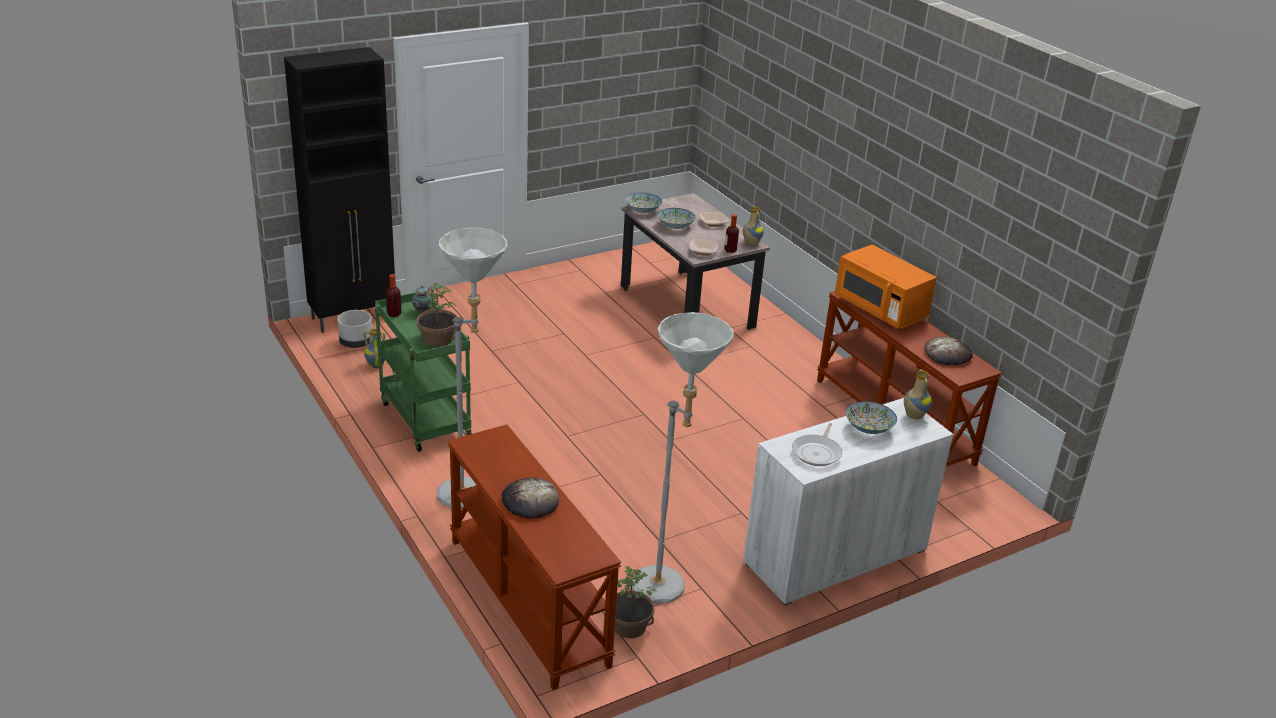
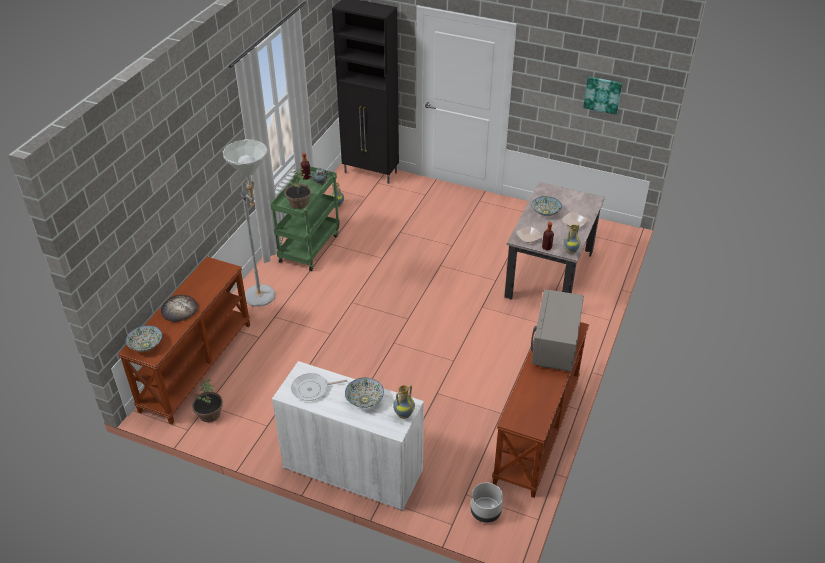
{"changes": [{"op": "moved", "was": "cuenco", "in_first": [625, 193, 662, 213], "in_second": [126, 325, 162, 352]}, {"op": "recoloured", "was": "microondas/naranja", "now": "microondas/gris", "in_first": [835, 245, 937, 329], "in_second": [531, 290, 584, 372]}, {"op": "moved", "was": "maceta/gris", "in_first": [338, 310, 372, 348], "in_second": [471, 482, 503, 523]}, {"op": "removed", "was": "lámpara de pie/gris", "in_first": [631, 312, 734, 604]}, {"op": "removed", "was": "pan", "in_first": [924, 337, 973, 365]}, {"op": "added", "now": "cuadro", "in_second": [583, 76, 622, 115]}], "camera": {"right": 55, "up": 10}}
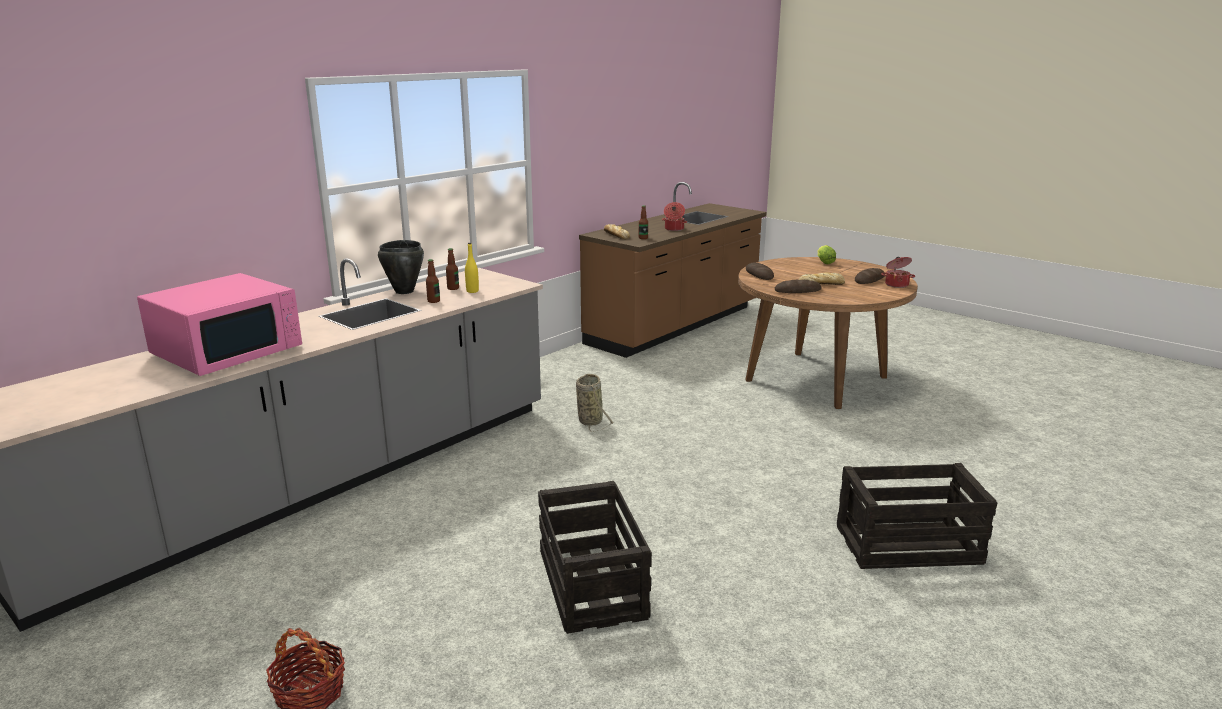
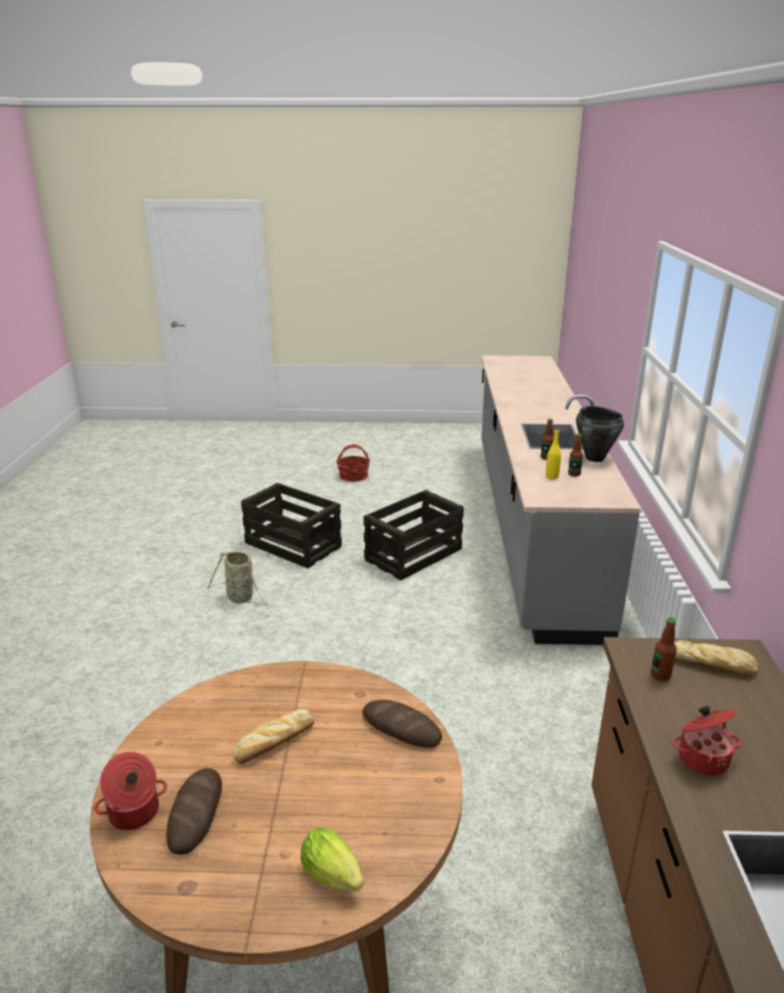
{"changes": [{"op": "removed", "was": "microondas/rosa", "in_first": [137, 273, 302, 376]}, {"op": "removed", "was": "pan", "in_first": [775, 280, 822, 293]}, {"op": "moved", "was": "cesta", "in_first": [576, 374, 614, 432], "in_second": [207, 551, 273, 608]}, {"op": "moved", "was": "caja de embalaje", "in_first": [837, 463, 998, 569], "in_second": [363, 490, 464, 581]}], "camera": {"right": 140, "up": 5}}
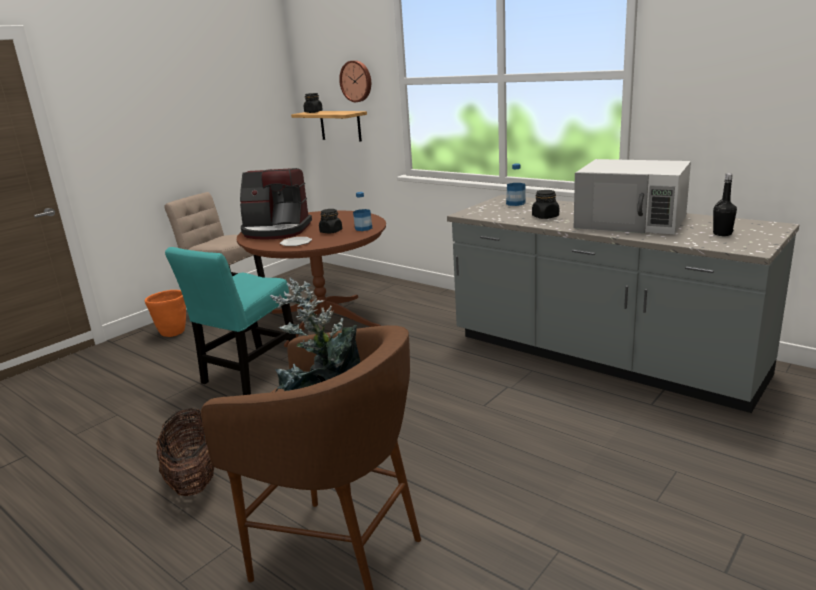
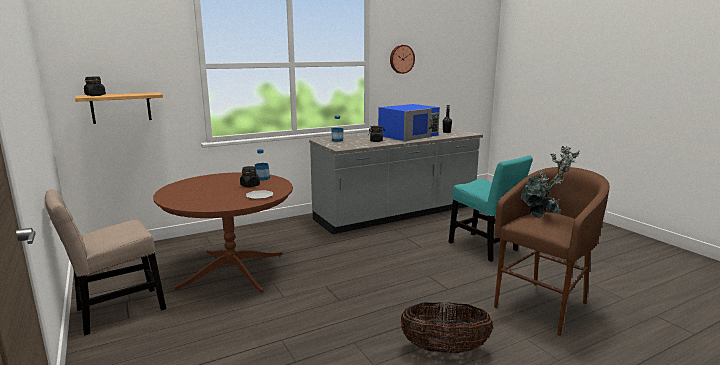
{"changes": [{"op": "moved", "was": "reloj de pared", "in_first": [339, 60, 371, 102], "in_second": [390, 45, 415, 74]}, {"op": "recoloured", "was": "microondas/blanco", "now": "microondas/azul", "in_first": [574, 159, 691, 234], "in_second": [378, 104, 440, 141]}, {"op": "removed", "was": "cafetera", "in_first": [240, 168, 312, 240]}, {"op": "moved", "was": "silla/turquesa", "in_first": [165, 247, 296, 395], "in_second": [449, 155, 533, 262]}, {"op": "removed", "was": "maceta/naranja", "in_first": [145, 290, 186, 337]}], "camera": {"right": -70, "up": -5}}
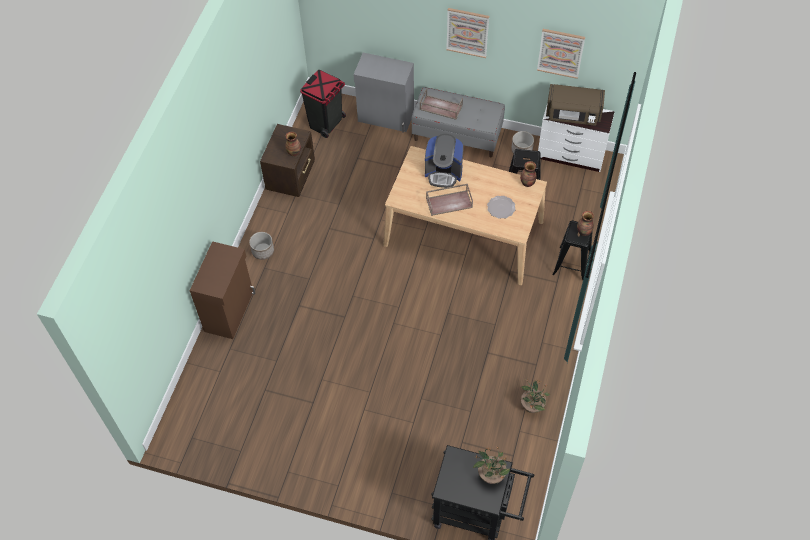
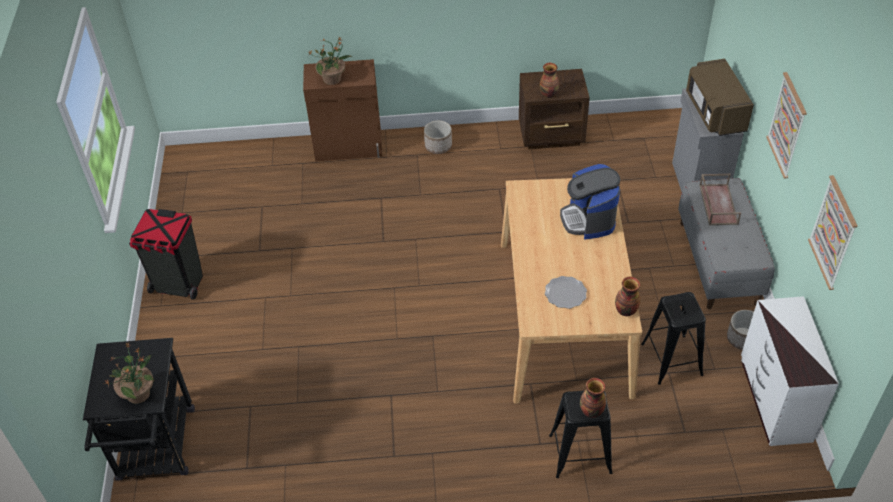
{"changes": [{"op": "moved", "was": "papelera/negro", "in_first": [300, 70, 346, 138], "in_second": [129, 209, 203, 300]}, {"op": "moved", "was": "microondas/marrón", "in_first": [546, 84, 605, 126], "in_second": [686, 59, 754, 136]}, {"op": "removed", "was": "bandeja/marrón", "in_first": [426, 184, 473, 216]}, {"op": "moved", "was": "planta en maceta", "in_first": [521, 379, 550, 413], "in_second": [308, 37, 352, 85]}], "camera": {"right": 70, "up": -10}}
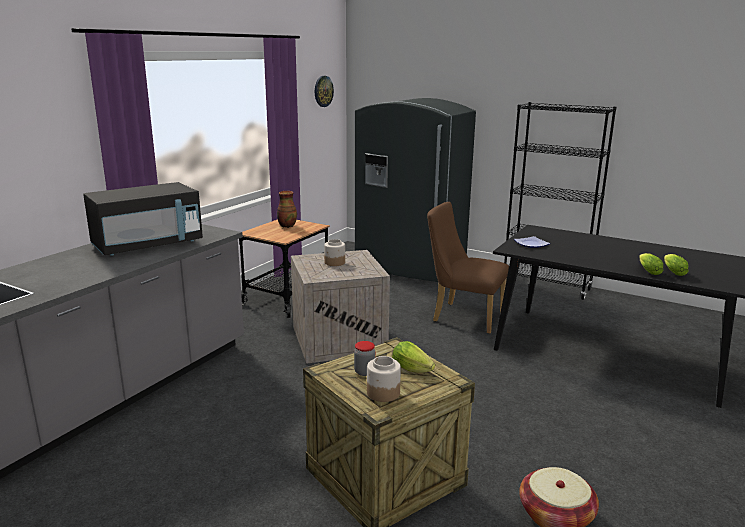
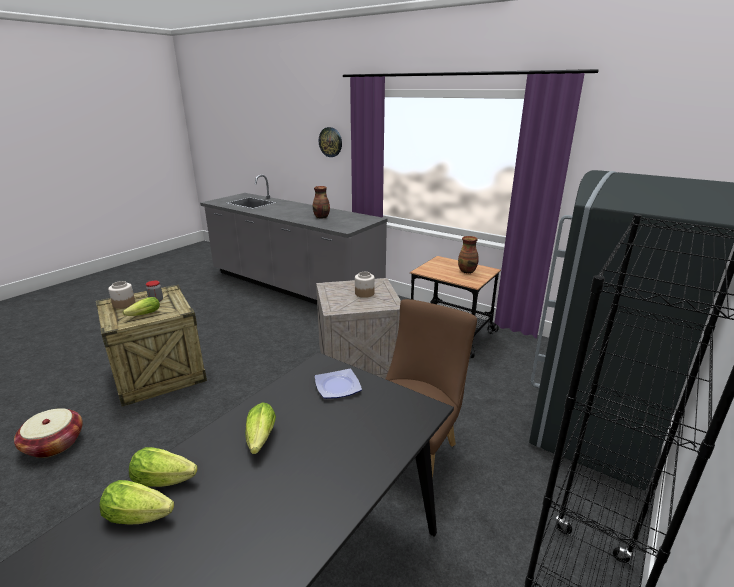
{"changes": [{"op": "moved", "was": "reloj de pared", "in_first": [315, 76, 334, 107], "in_second": [319, 127, 342, 157]}, {"op": "replaced", "was": "microondas/negro", "now": "florero", "in_first": [83, 182, 203, 256], "in_second": [313, 186, 330, 218]}, {"op": "added", "now": "lechuga", "in_second": [245, 402, 276, 454]}], "camera": {"right": 95, "up": 5}}
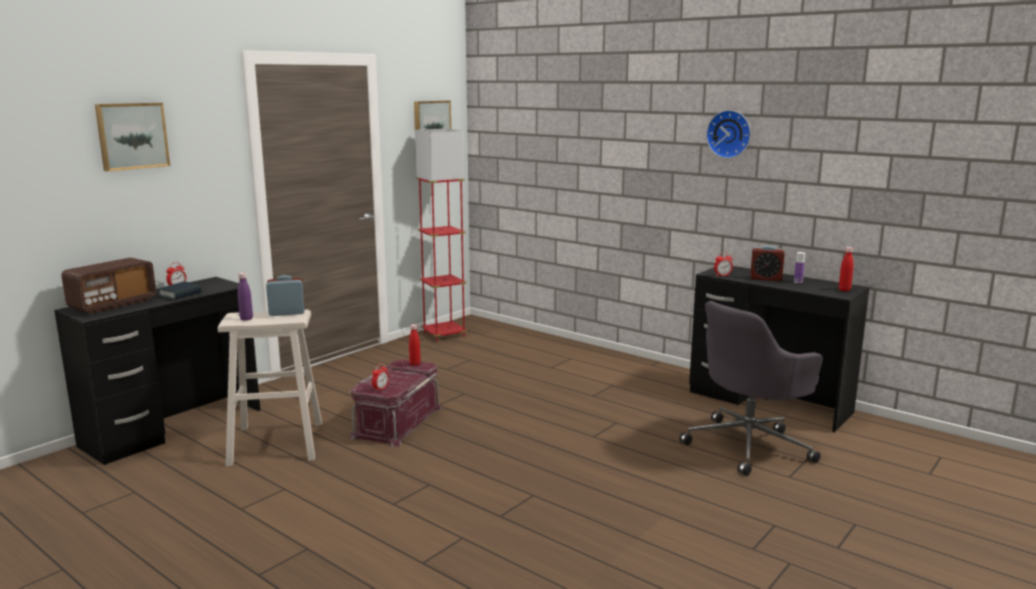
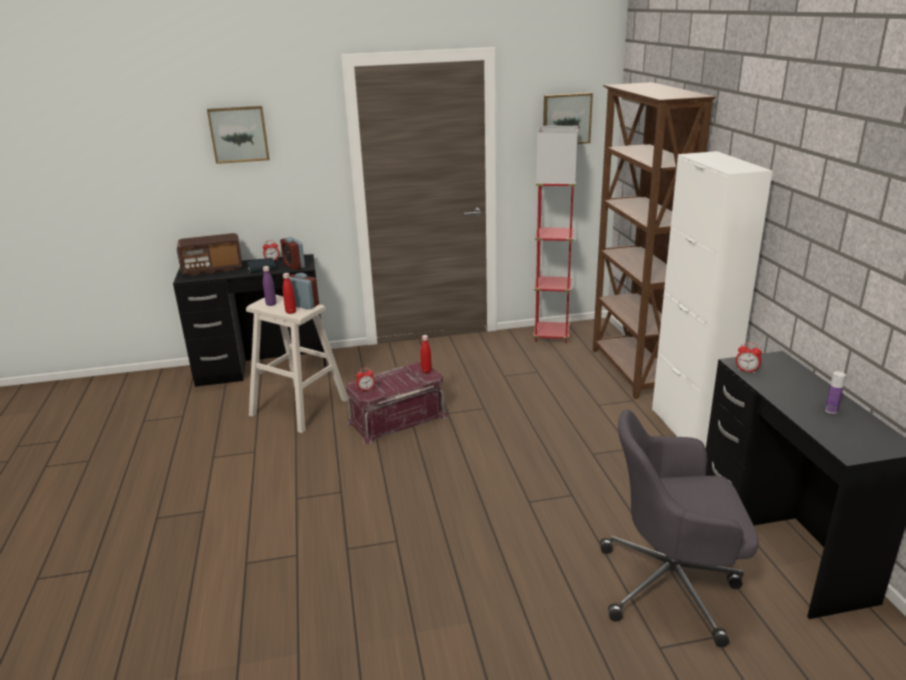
{"changes": [{"op": "removed", "was": "reloj de pared", "in_first": [706, 110, 751, 158]}, {"op": "moved", "was": "despertador", "in_first": [750, 246, 785, 281], "in_second": [280, 237, 305, 270]}, {"op": "moved", "was": "botella/rojo", "in_first": [839, 247, 853, 291], "in_second": [283, 273, 296, 314]}, {"op": "added", "now": "estantería/marrón", "in_second": [593, 82, 716, 399]}, {"op": "added", "now": "armario/blanco", "in_second": [652, 151, 773, 448]}], "camera": {"right": 40, "up": 10}}
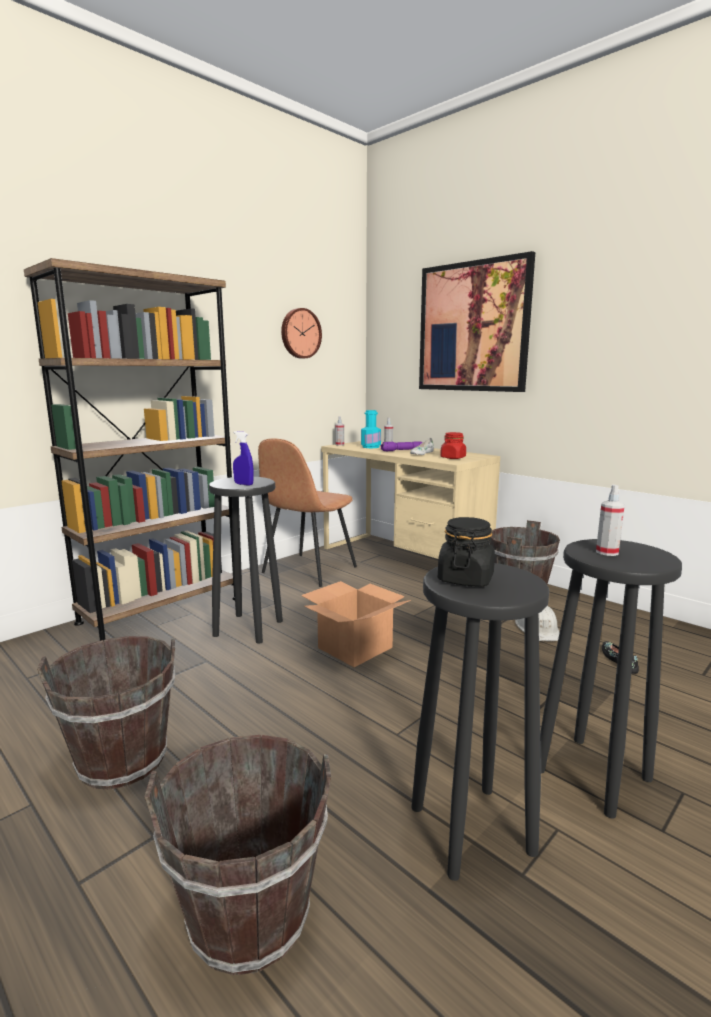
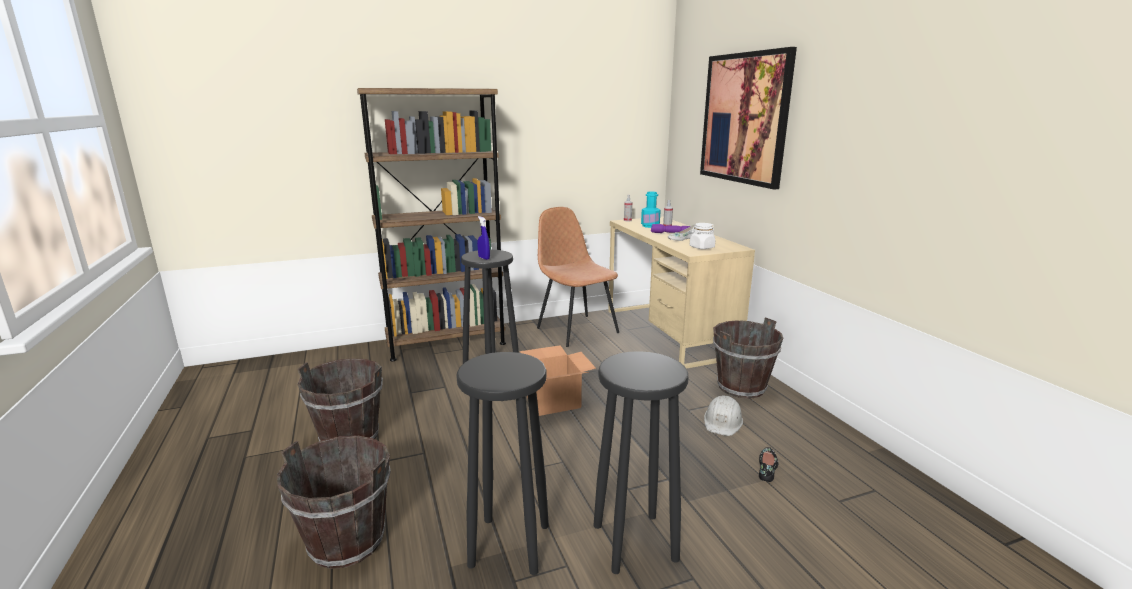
{"changes": [{"op": "removed", "was": "reloj de pared", "in_first": [281, 308, 322, 358]}, {"op": "recoloured", "was": "tarro/rojo", "now": "tarro/blanco", "in_first": [440, 432, 466, 459], "in_second": [690, 223, 715, 249]}, {"op": "turned", "was": "silla/marrón", "in_first": [258, 438, 357, 587], "in_second": [537, 207, 619, 347], "clockwise": 90}, {"op": "removed", "was": "pulverizador", "in_first": [596, 485, 625, 556]}, {"op": "removed", "was": "tarro/negro", "in_first": [438, 517, 495, 587]}], "camera": {"right": 25, "up": 5}}
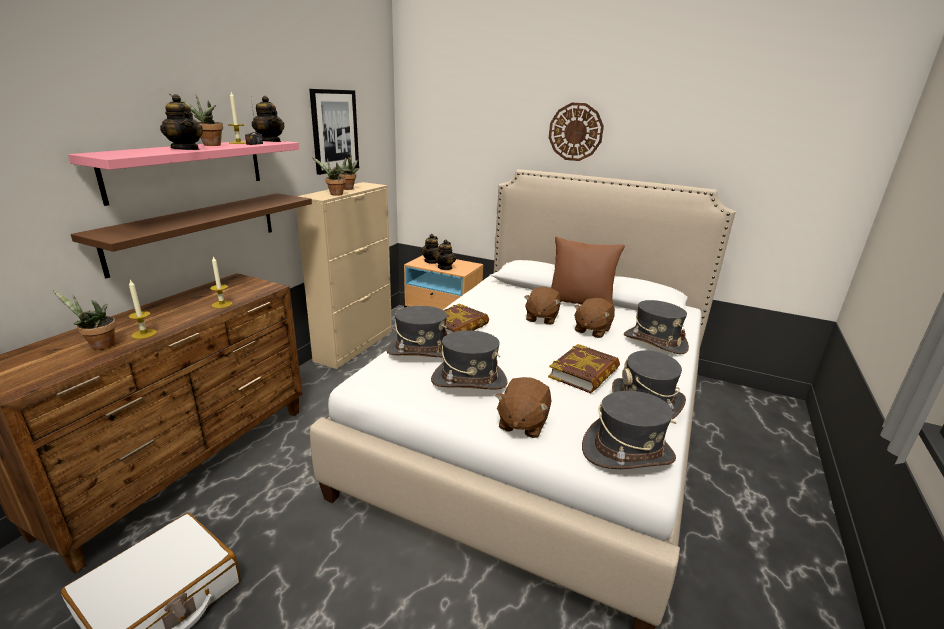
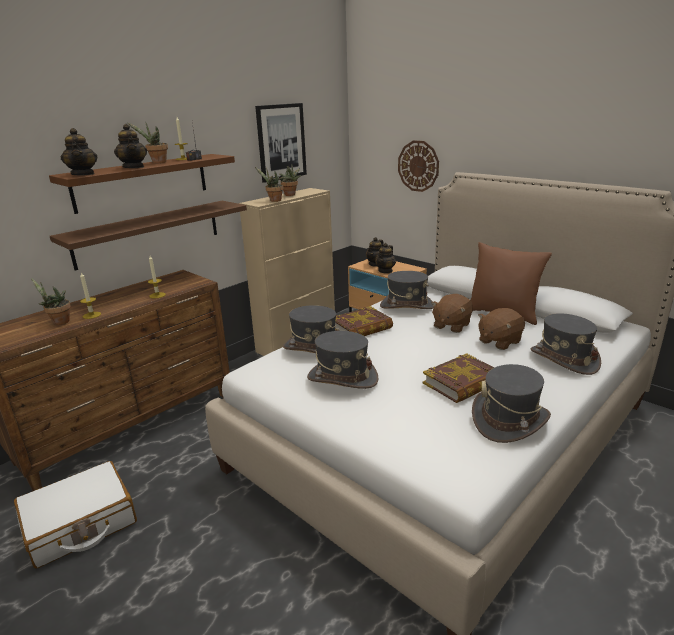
{"changes": [{"op": "moved", "was": "tetera", "in_first": [252, 96, 284, 142], "in_second": [61, 128, 97, 175]}, {"op": "moved", "was": "reloj de pared", "in_first": [549, 103, 604, 161], "in_second": [398, 140, 439, 192]}, {"op": "recoloured", "was": "estante/rosa", "now": "estante/marrón", "in_first": [68, 141, 299, 206], "in_second": [49, 154, 235, 214]}, {"op": "removed", "was": "peluche/marrón", "in_first": [495, 377, 552, 438]}, {"op": "moved", "was": "sombrero/gris", "in_first": [582, 391, 676, 469], "in_second": [380, 271, 434, 309]}], "camera": {"right": 20, "up": 0}}
